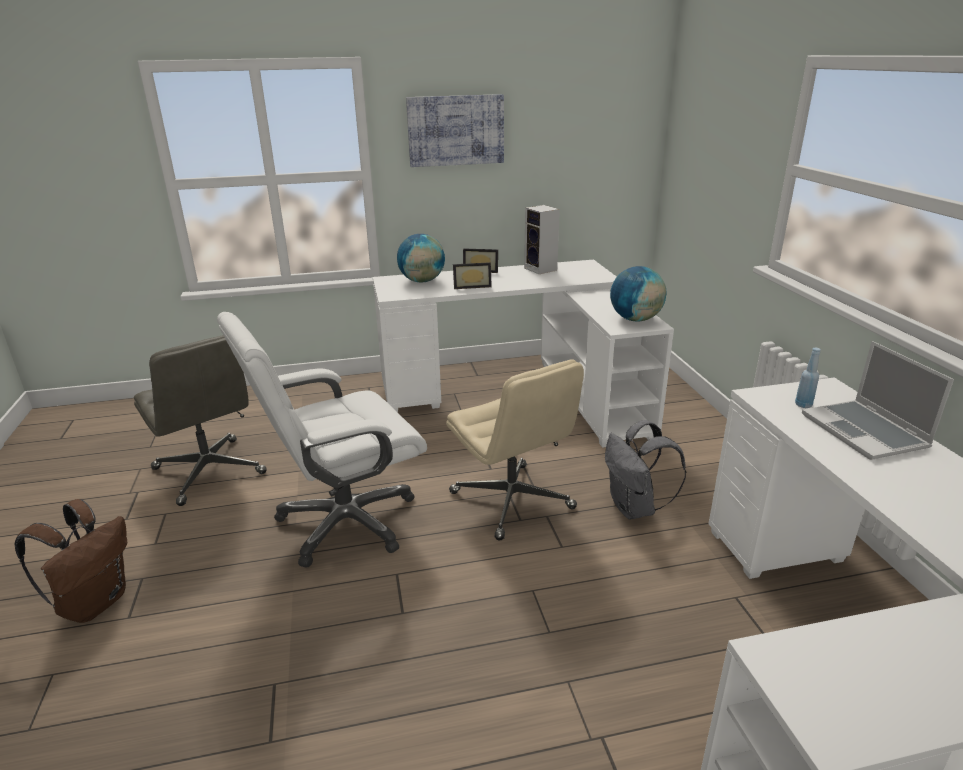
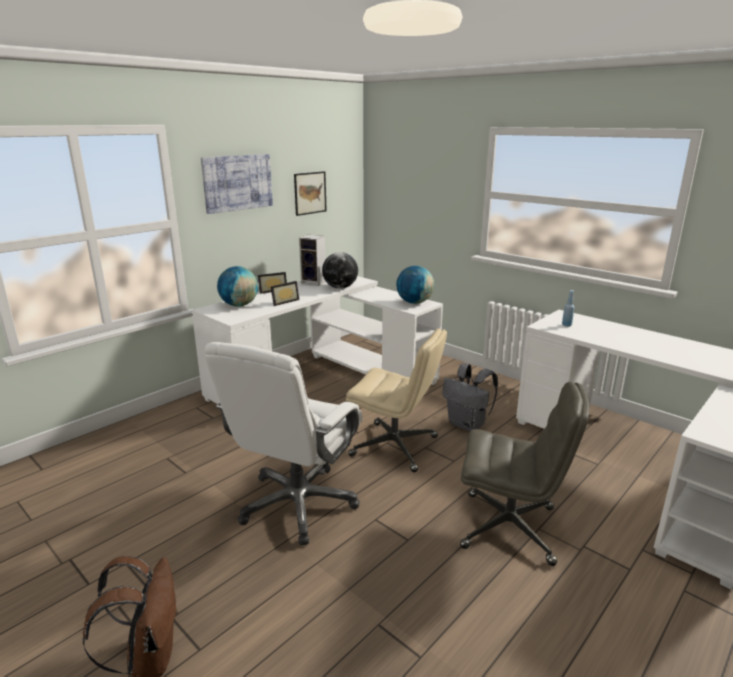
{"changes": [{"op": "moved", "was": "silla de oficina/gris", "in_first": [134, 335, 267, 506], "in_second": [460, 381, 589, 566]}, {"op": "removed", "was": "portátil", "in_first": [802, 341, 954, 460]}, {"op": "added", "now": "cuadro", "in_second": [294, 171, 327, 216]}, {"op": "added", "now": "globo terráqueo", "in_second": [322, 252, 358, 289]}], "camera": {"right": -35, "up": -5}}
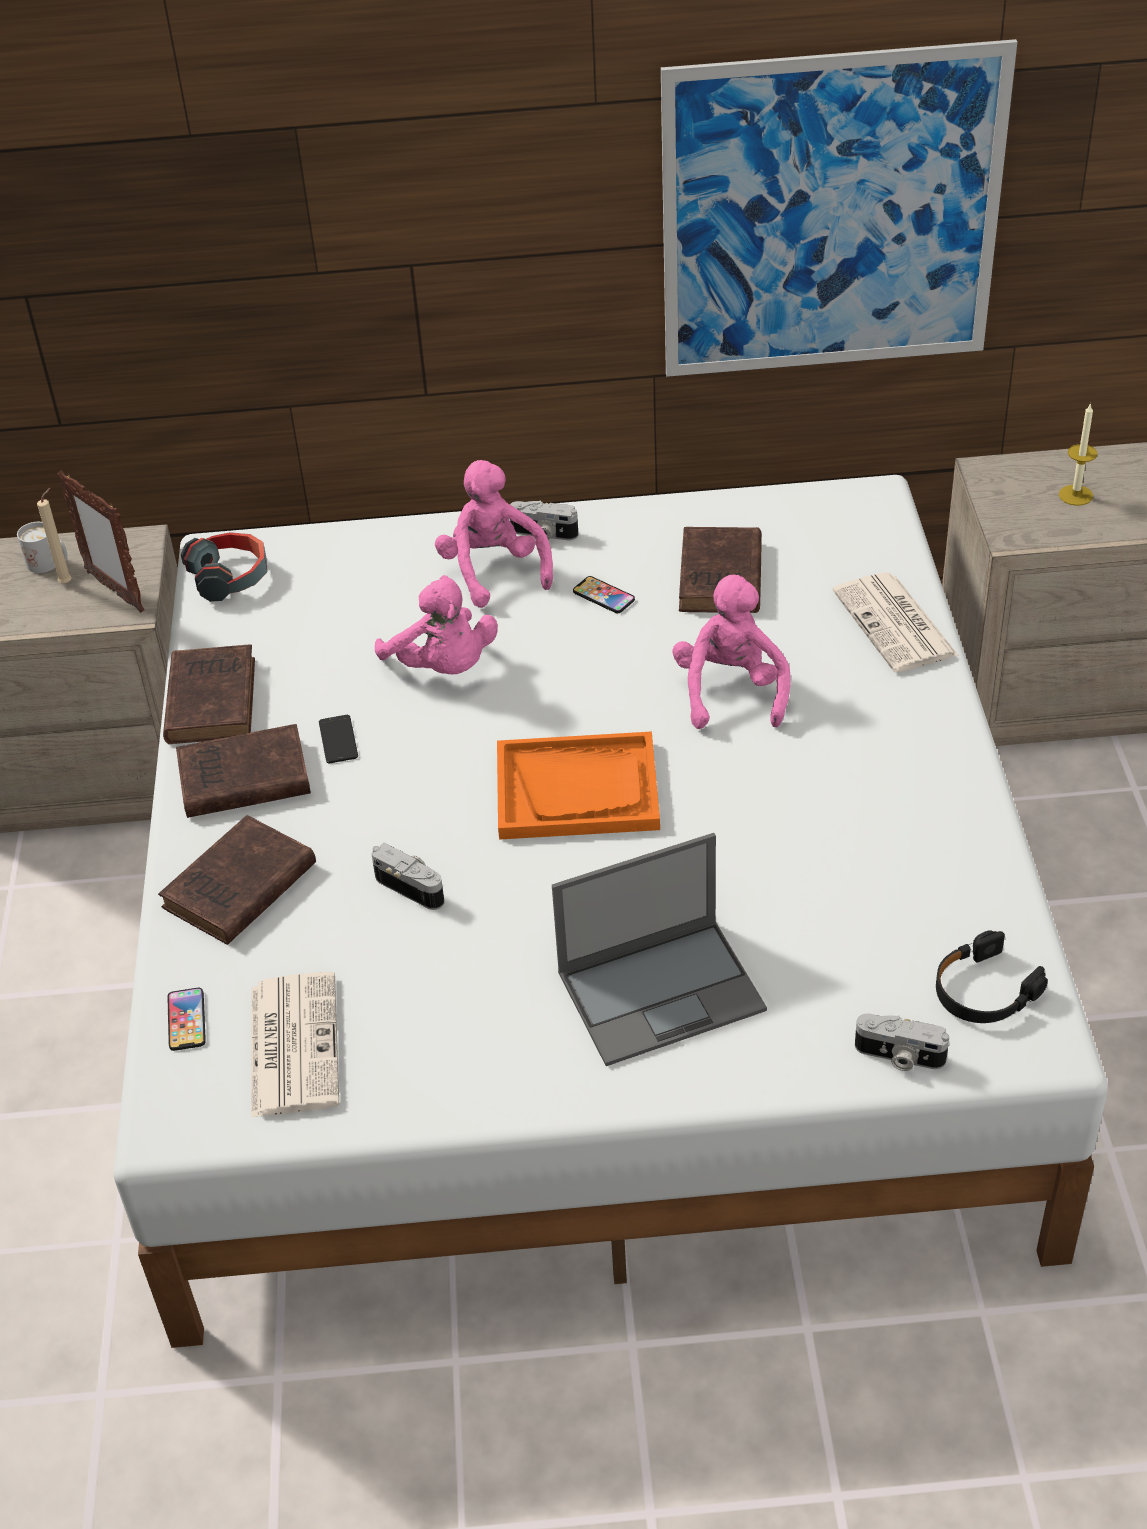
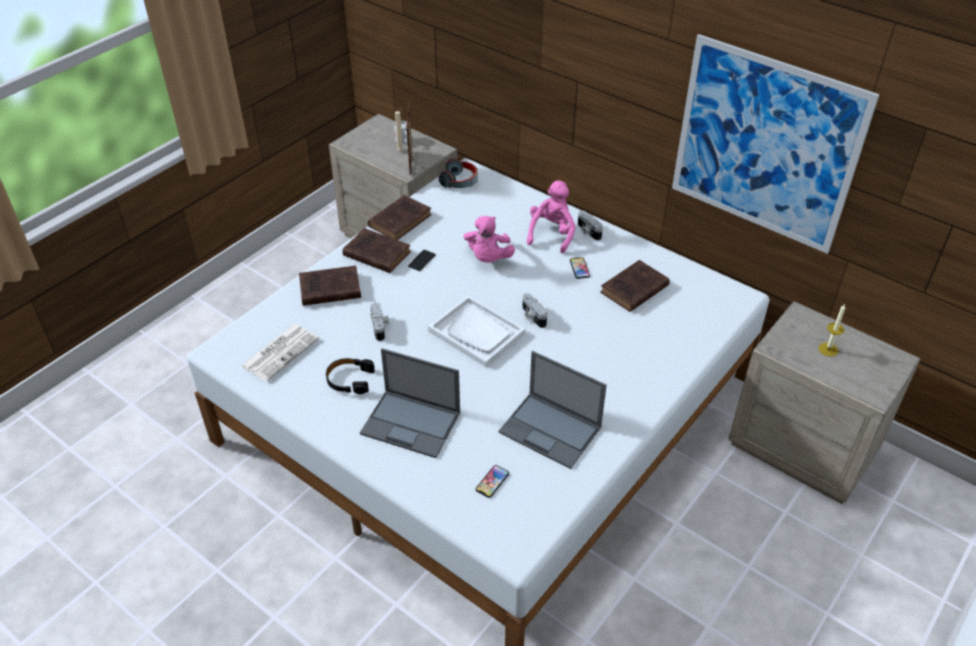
{"changes": [{"op": "removed", "was": "periódico", "in_first": [833, 572, 959, 673]}, {"op": "removed", "was": "peluche/rosa", "in_first": [672, 575, 791, 729]}, {"op": "recoloured", "was": "bandeja/naranja", "now": "bandeja/blanco", "in_first": [497, 731, 660, 840], "in_second": [428, 295, 525, 367]}, {"op": "moved", "was": "auriculares/negro", "in_first": [936, 930, 1048, 1023], "in_second": [326, 358, 375, 394]}, {"op": "moved", "was": "móvil", "in_first": [167, 988, 206, 1051], "in_second": [476, 465, 509, 498]}, {"op": "moved", "was": "cámara", "in_first": [855, 1014, 949, 1071], "in_second": [522, 293, 547, 328]}, {"op": "added", "now": "portátil", "in_second": [498, 351, 607, 469]}], "camera": {"right": 40, "up": 0}}
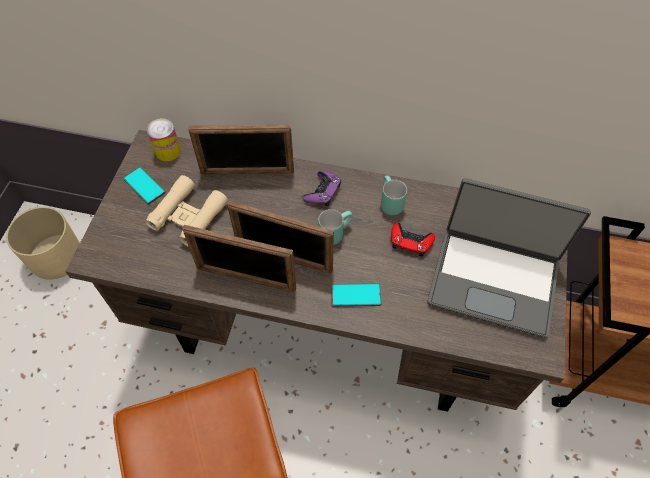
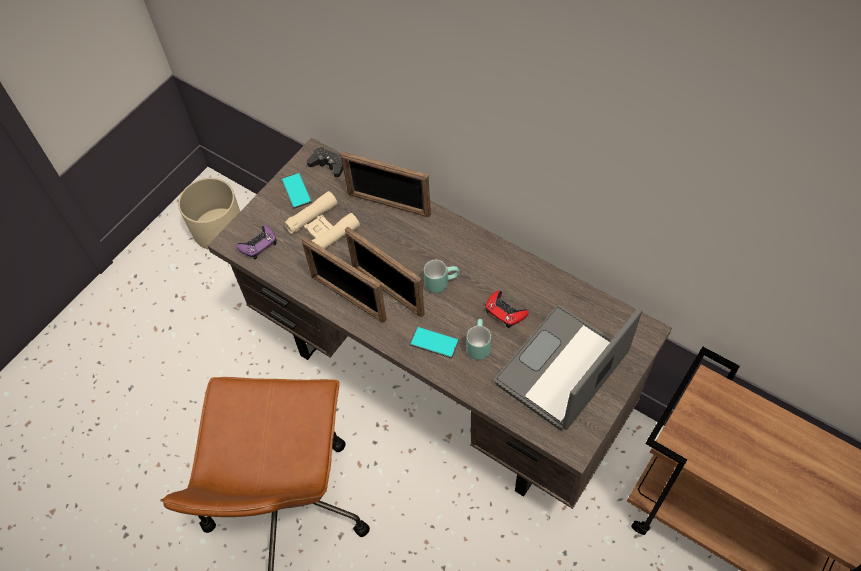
{"changes": [{"op": "replaced", "was": "lata", "now": "mando de consola/negro", "in_first": [147, 118, 181, 161], "in_second": [307, 147, 343, 177]}, {"op": "moved", "was": "mando de consola/morado", "in_first": [303, 170, 341, 206], "in_second": [236, 225, 277, 259]}, {"op": "moved", "was": "taza grande/turquesa", "in_first": [381, 176, 407, 215], "in_second": [467, 319, 491, 360]}, {"op": "turned", "was": "portátil", "in_first": [427, 178, 591, 338], "in_second": [494, 305, 642, 430], "clockwise": 90}], "camera": {"right": 25, "up": 0}}
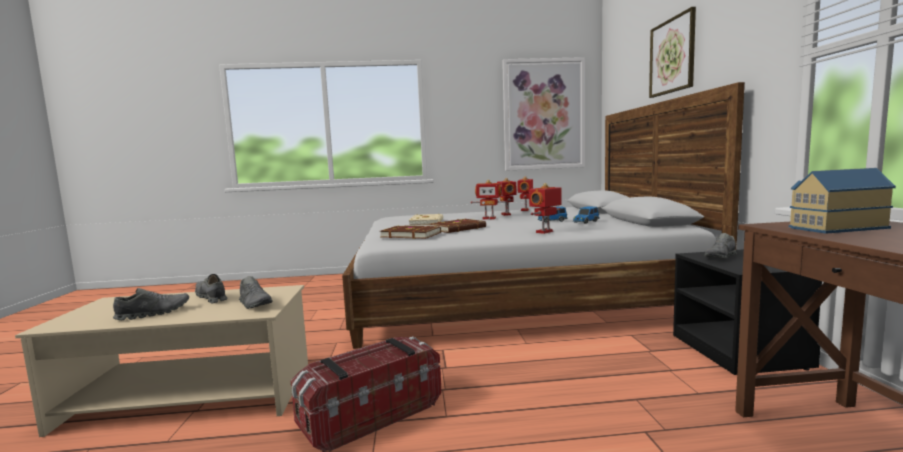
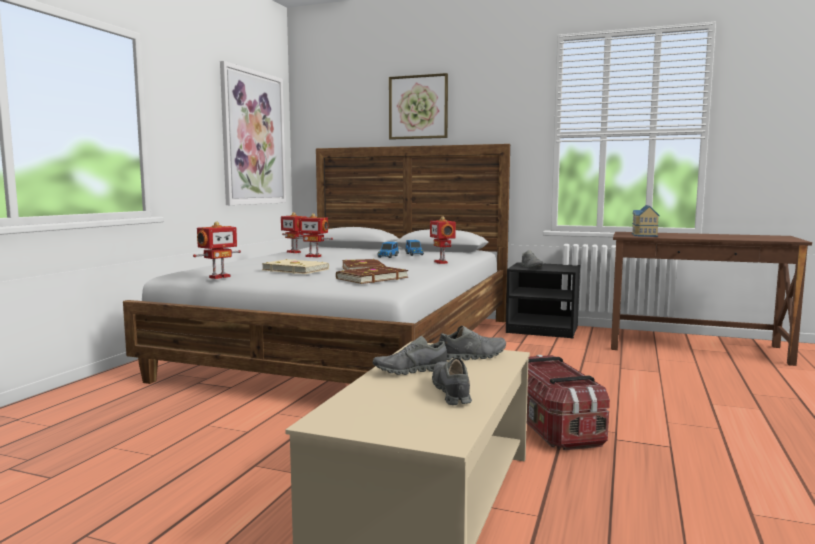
{"changes": [{"op": "moved", "was": "robot de juguete", "in_first": [471, 180, 508, 219], "in_second": [193, 221, 241, 279]}], "camera": {"right": -65, "up": 0}}
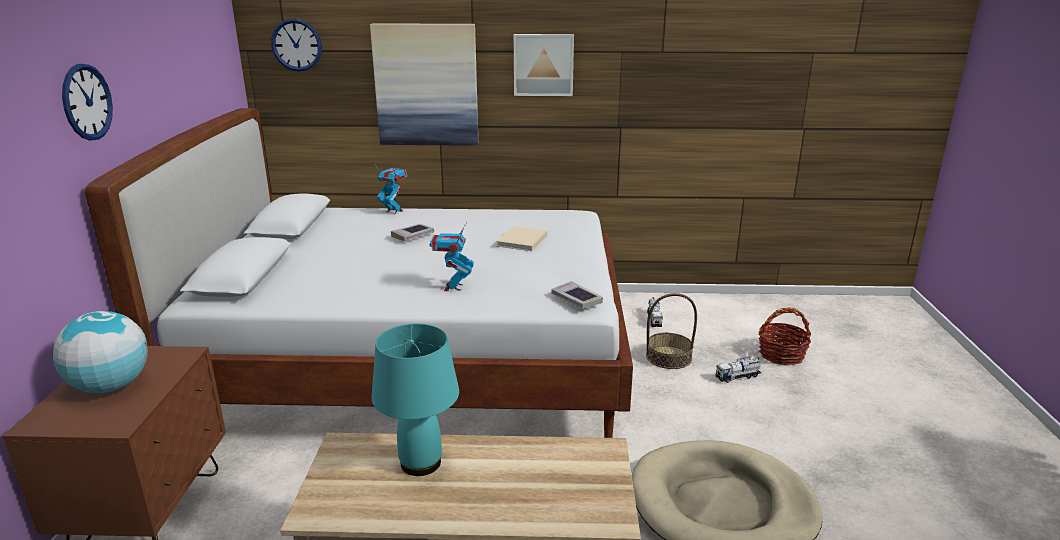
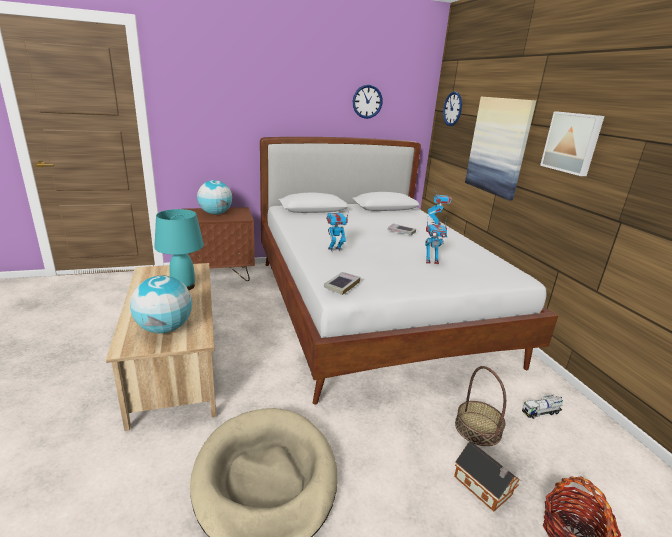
{"changes": [{"op": "moved", "was": "reloj de pared", "in_first": [62, 64, 113, 140], "in_second": [353, 85, 383, 119]}, {"op": "replaced", "was": "libro/beis", "now": "robot de juguete", "in_first": [496, 226, 547, 251], "in_second": [425, 221, 447, 264]}, {"op": "replaced", "was": "camión de juguete", "now": "casita", "in_first": [716, 356, 761, 383], "in_second": [454, 441, 521, 512]}, {"op": "added", "now": "globo terráqueo", "in_second": [130, 276, 192, 333]}], "camera": {"right": 70, "up": 0}}
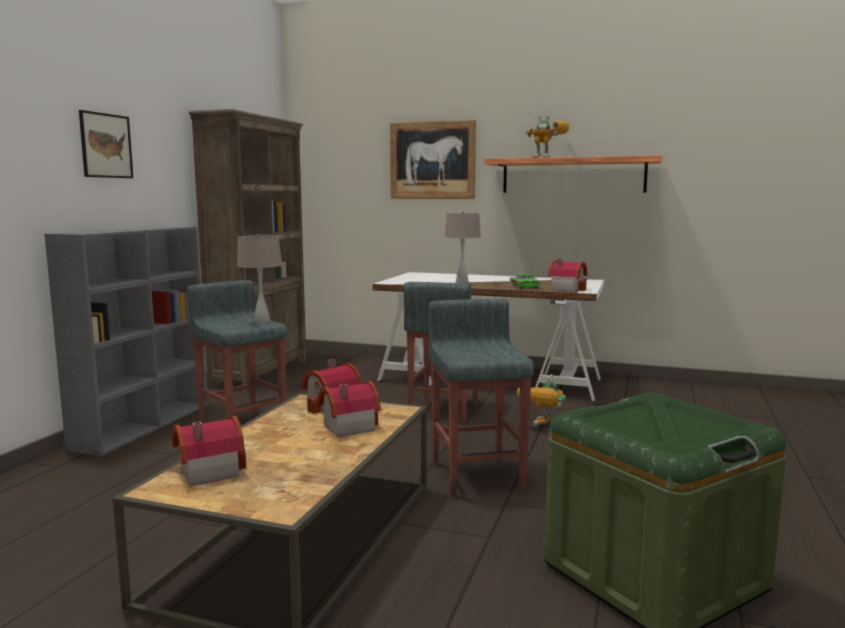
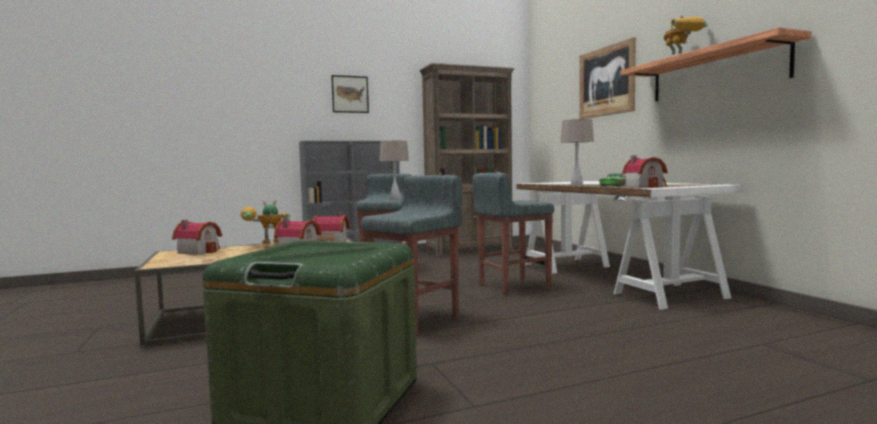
{"changes": [{"op": "moved", "was": "robot de juguete", "in_first": [517, 374, 566, 426], "in_second": [240, 199, 291, 244]}], "camera": {"right": 50, "up": -5}}
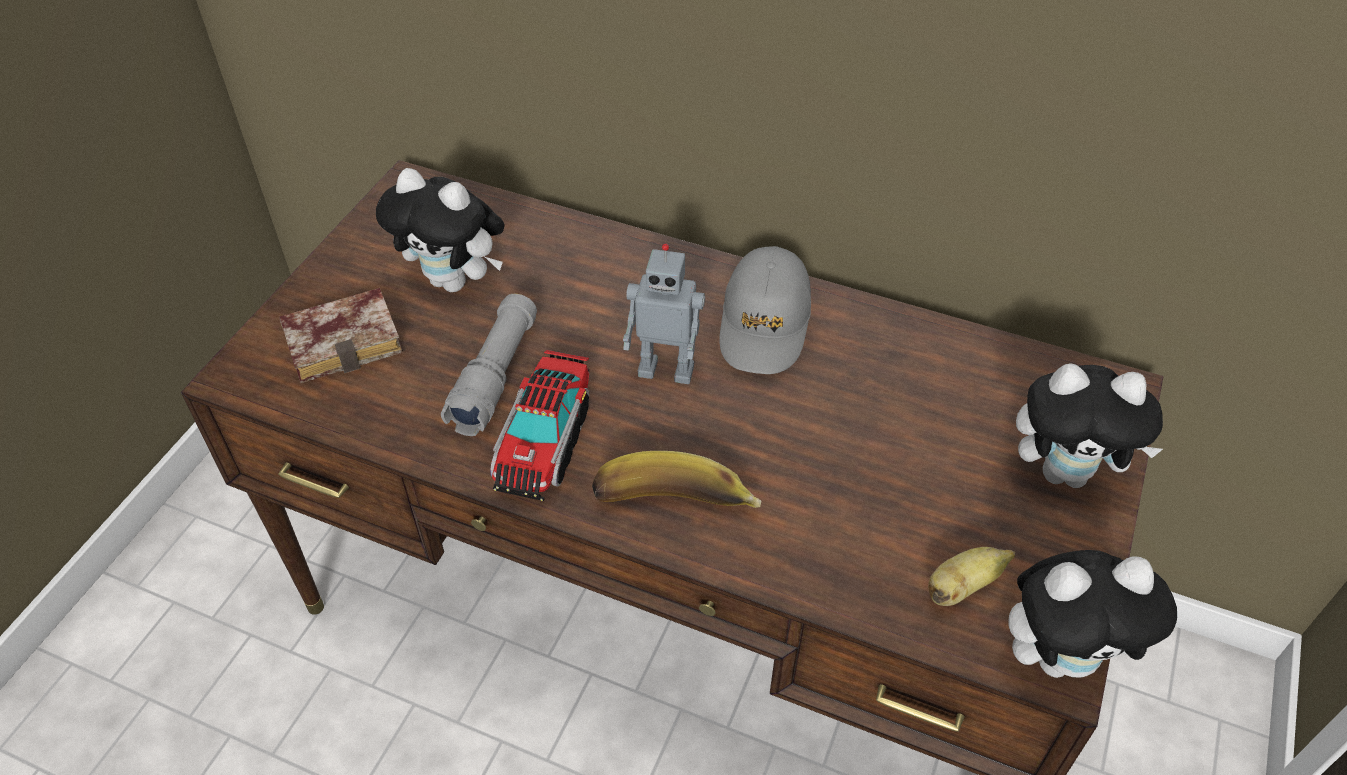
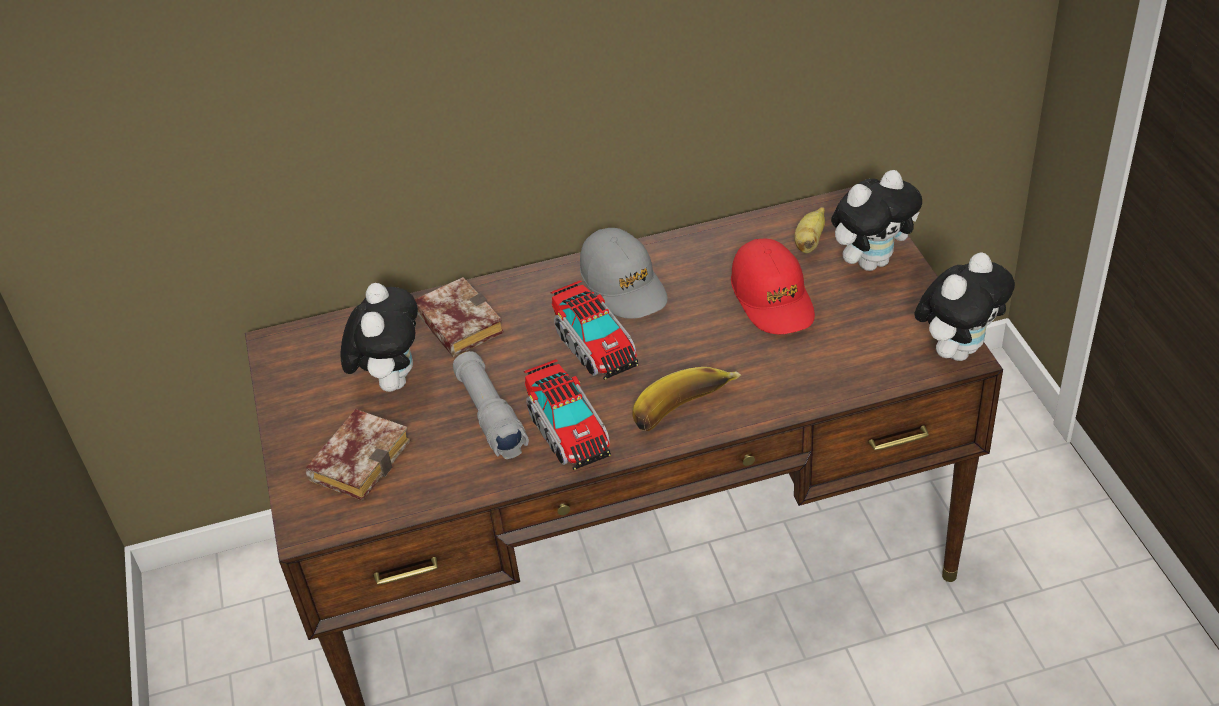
{"changes": [{"op": "turned", "was": "peluche", "in_first": [376, 168, 505, 292], "in_second": [341, 283, 418, 392], "clockwise": -75}, {"op": "replaced", "was": "robot de juguete", "now": "camión de juguete", "in_first": [623, 243, 705, 384], "in_second": [550, 280, 639, 380]}, {"op": "moved", "was": "plátano", "in_first": [928, 547, 1015, 606], "in_second": [794, 207, 825, 253]}, {"op": "added", "now": "gorra/rojo", "in_second": [731, 239, 815, 334]}, {"op": "added", "now": "libro", "in_second": [415, 277, 504, 357]}], "camera": {"right": -35, "up": -5}}
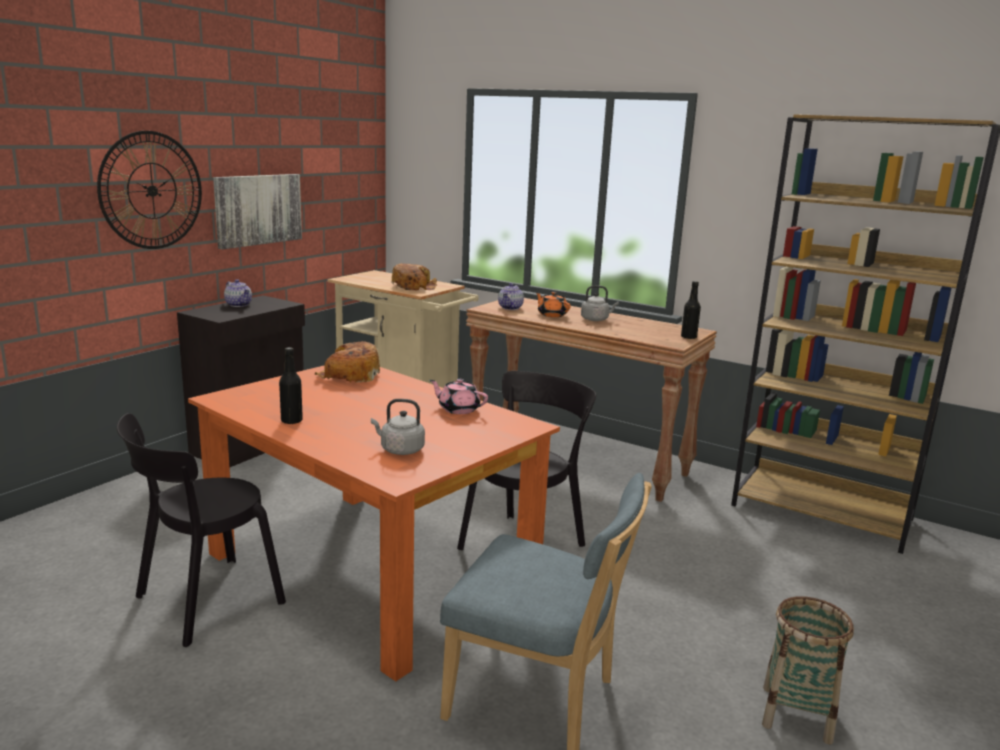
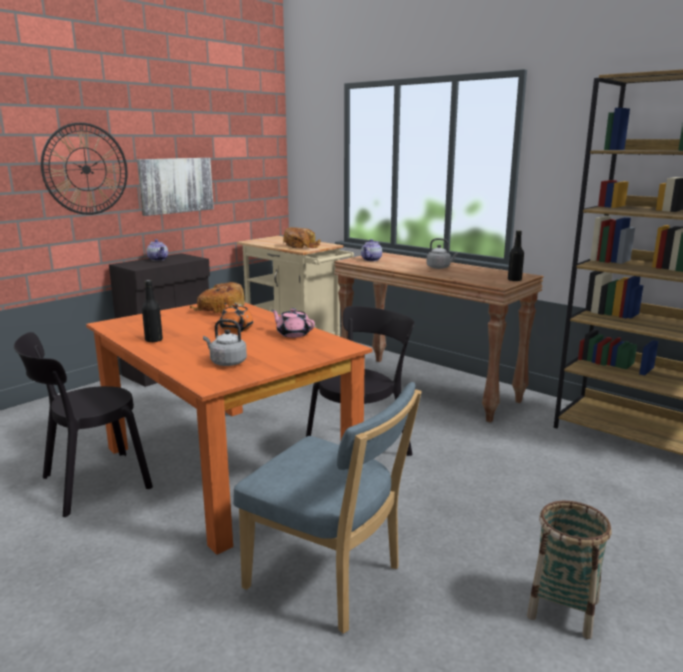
{"changes": [{"op": "moved", "was": "tetera/naranja", "in_first": [535, 292, 571, 317], "in_second": [219, 303, 253, 332]}], "camera": {"right": 10, "up": 0}}
